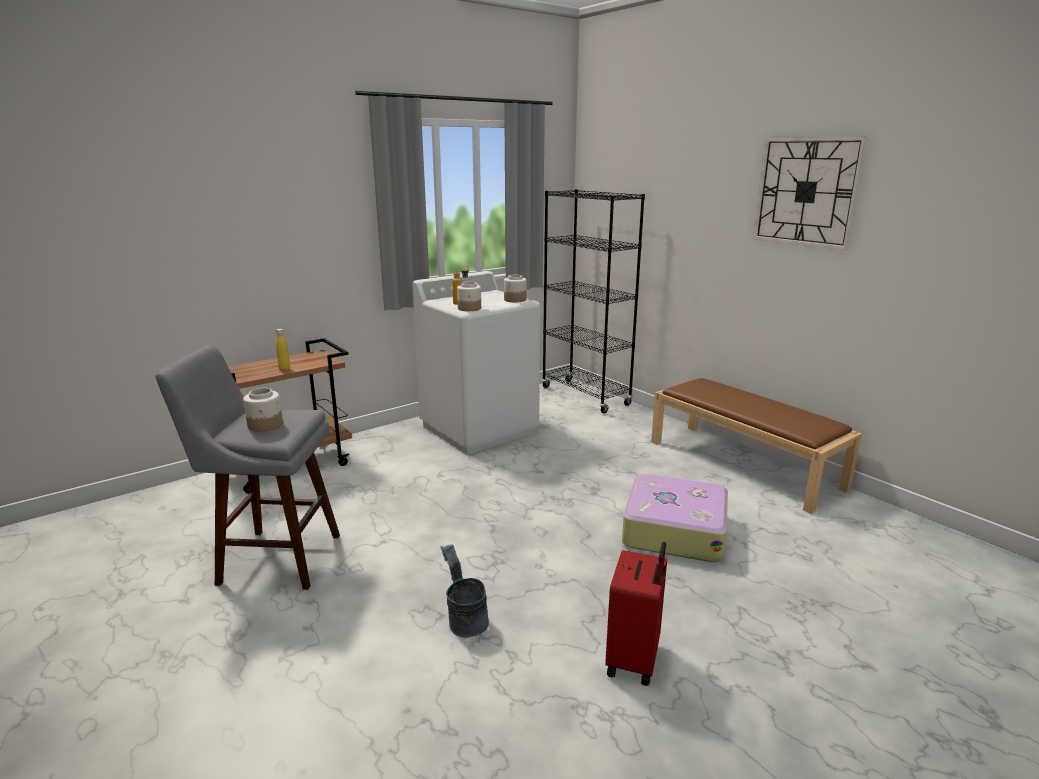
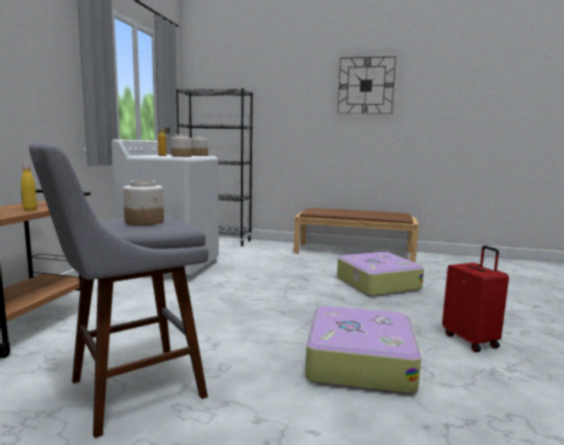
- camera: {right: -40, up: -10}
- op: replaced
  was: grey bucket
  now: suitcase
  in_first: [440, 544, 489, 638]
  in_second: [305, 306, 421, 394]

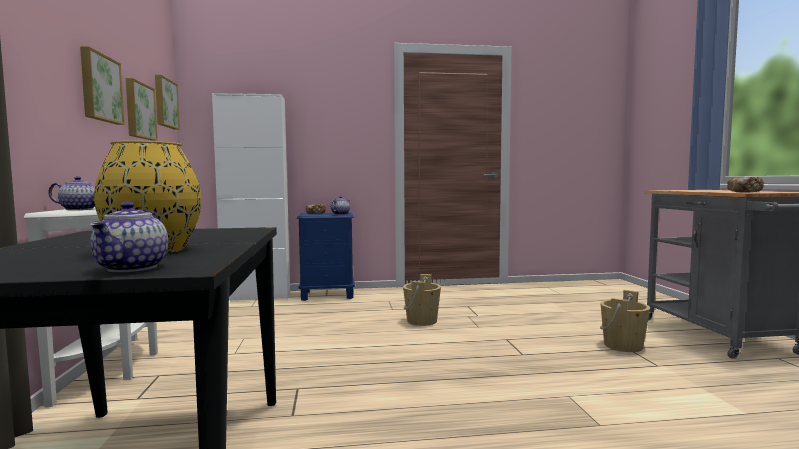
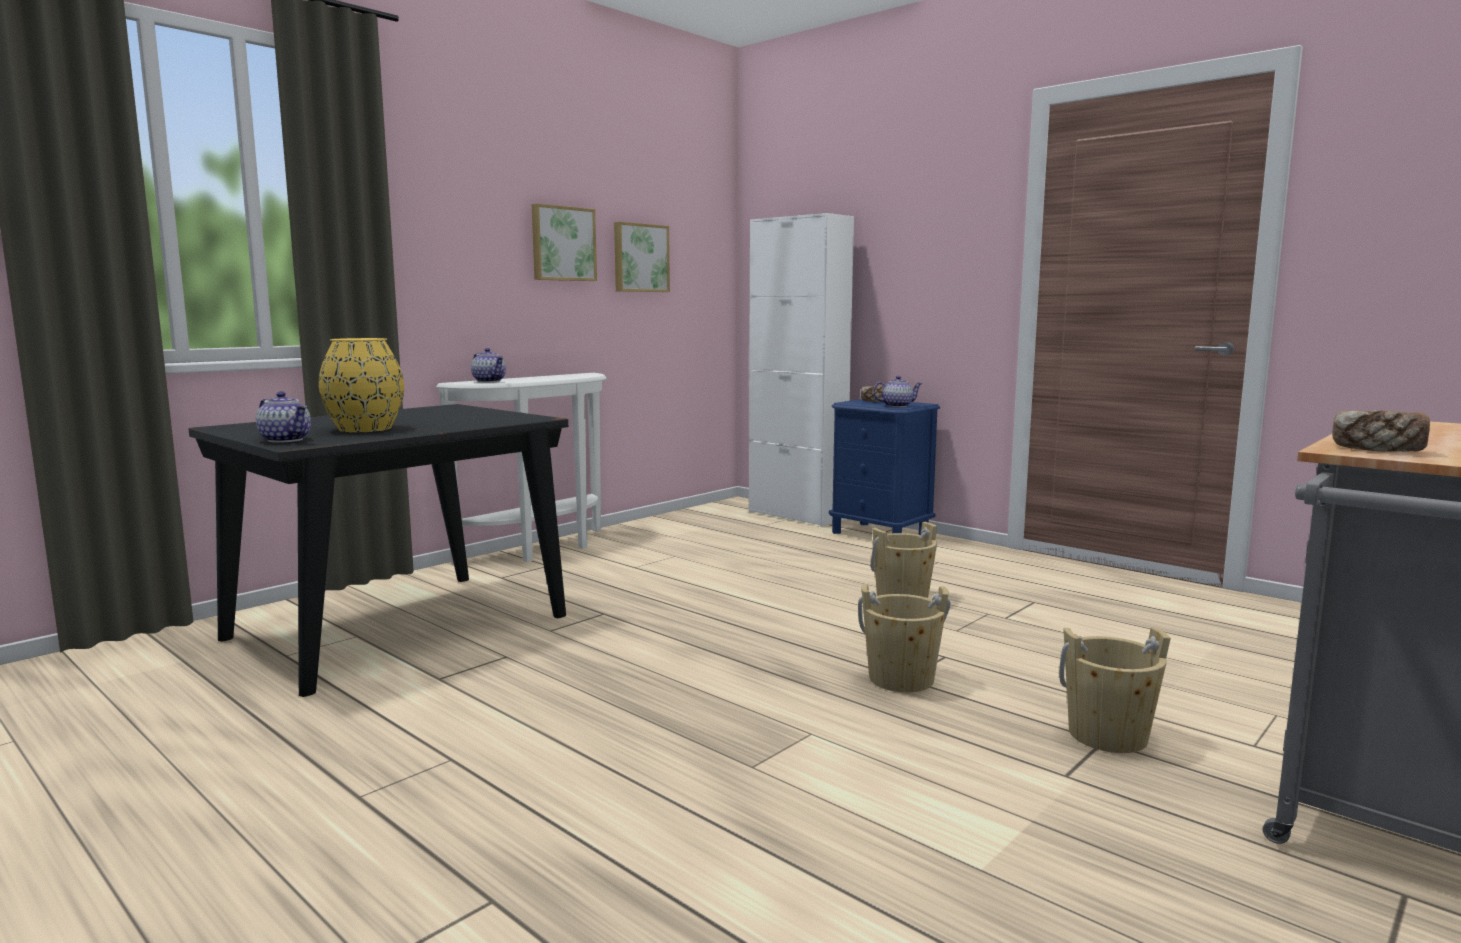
- camera: {right: 50, up: 5}
- op: removed
  was: picture
  in_first: [155, 75, 180, 130]
- op: added
  now: beige bucket
  in_second: [858, 584, 951, 692]
- op: turned
  was: teapot
  in_first: [90, 202, 168, 272]
  in_second: [256, 392, 311, 443]
  clockwise: -105

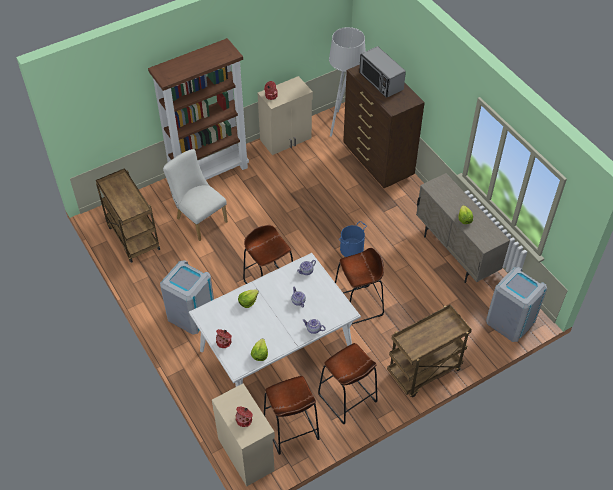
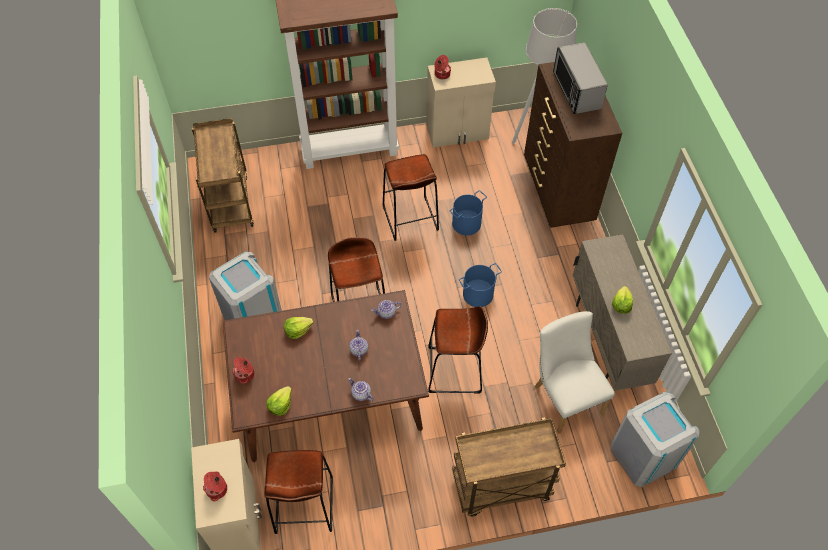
- camera: {right: 20, up: 5}
- op: added
  now: blue bucket
  in_second: [450, 190, 487, 235]
- op: moved
  was: white chair
  in_first: [163, 149, 228, 241]
  in_second: [534, 311, 615, 434]
- op: moved
  was: brown stool
  in_first: [318, 343, 378, 424]
  in_second: [383, 154, 439, 241]
- op: recoloured
  was: white dining table
  now: brown dining table
  in_first: [189, 253, 361, 387]
  in_second: [223, 290, 429, 462]

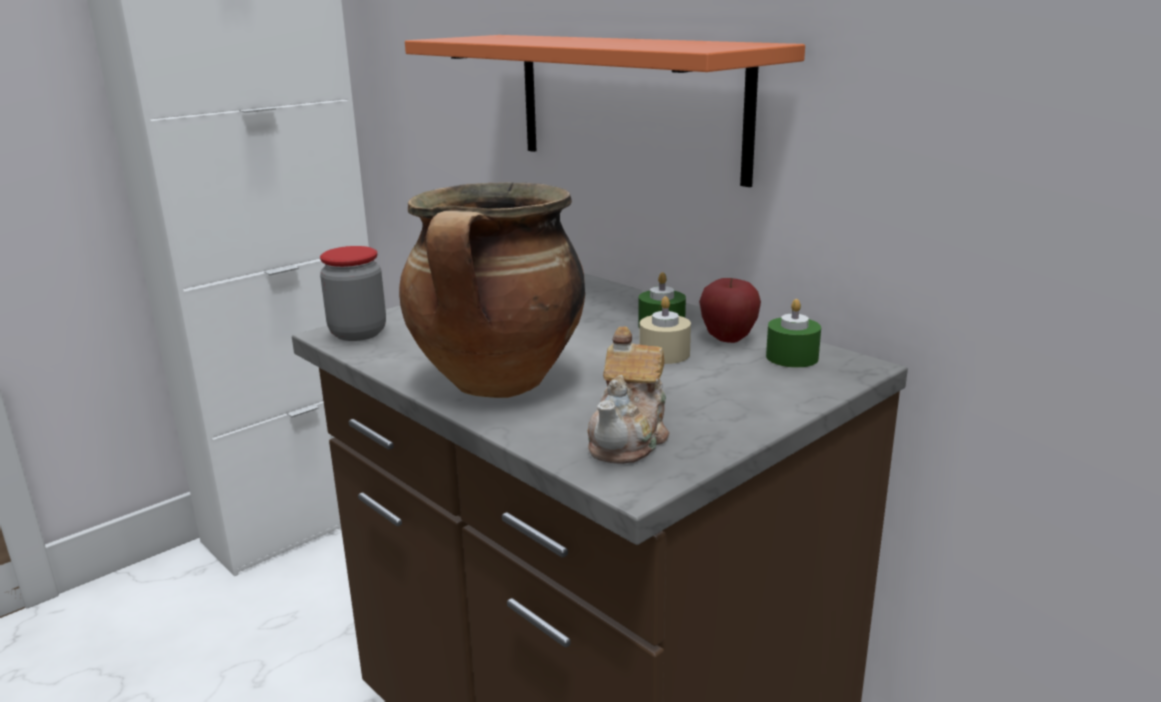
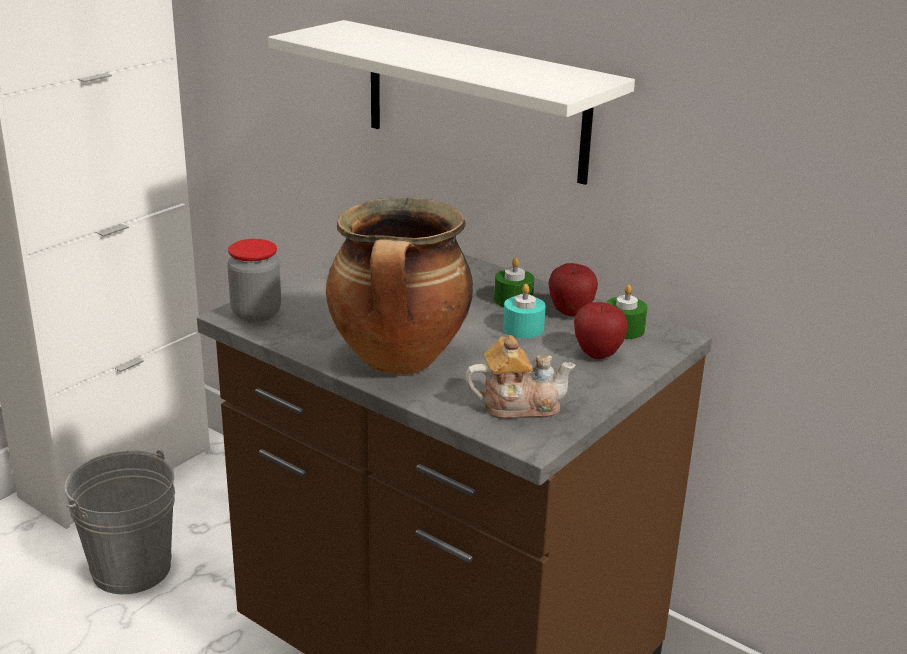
- camera: {right: -10, up: 5}
- op: added
  now: grey bucket
  in_second: [64, 450, 175, 594]
- op: added
  now: apple
  in_second: [574, 302, 628, 359]
- op: recoloured
  was: orange shelf
  now: white shelf
  in_first: [405, 35, 805, 187]
  in_second: [268, 20, 635, 185]
- op: recoloured
  was: beige candle
  now: turquoise candle
  in_first: [639, 296, 691, 364]
  in_second: [503, 284, 546, 338]
- op: turned
  was: teapot
  in_first: [588, 327, 670, 464]
  in_second: [465, 335, 576, 419]
  clockwise: -105

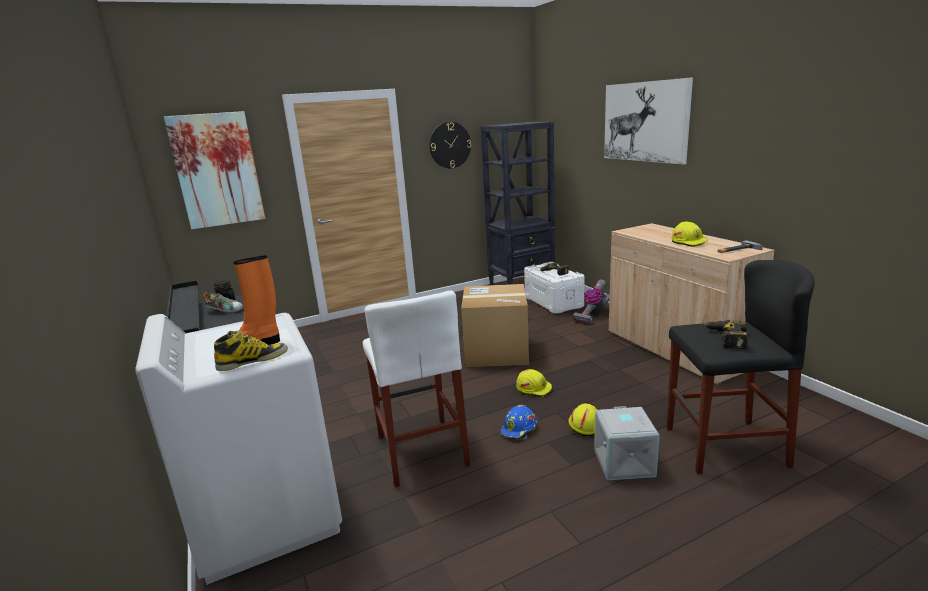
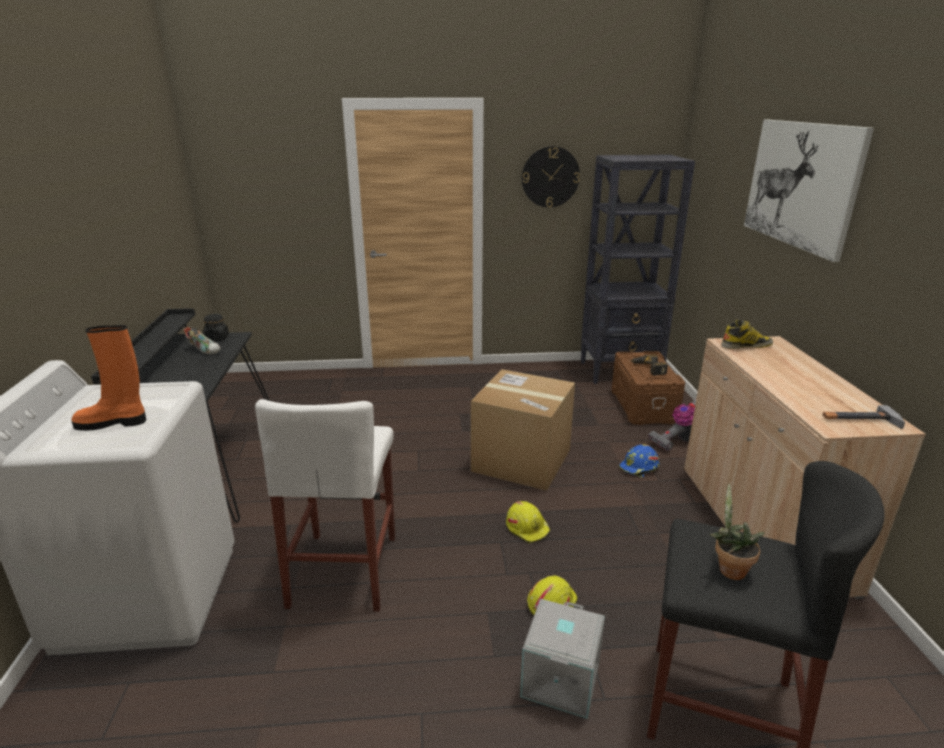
- camera: {right: 20, up: 5}
- op: removed
  was: picture
  in_first: [164, 111, 265, 229]
- op: removed
  was: yellow hard hat
  in_first: [671, 222, 708, 247]
- op: moved
  was: boot
  in_first: [214, 331, 288, 371]
  in_second: [721, 320, 773, 349]
- op: moved
  was: blue hard hat
  in_first: [500, 405, 537, 440]
  in_second: [619, 445, 659, 478]
- op: replaced
  was: power drill
  now: potted plant
  in_first: [703, 320, 749, 349]
  in_second: [710, 483, 765, 580]
- op: recoloured
  was: white storage box
  now: brown storage box
  in_first: [524, 262, 585, 314]
  in_second: [612, 351, 685, 425]

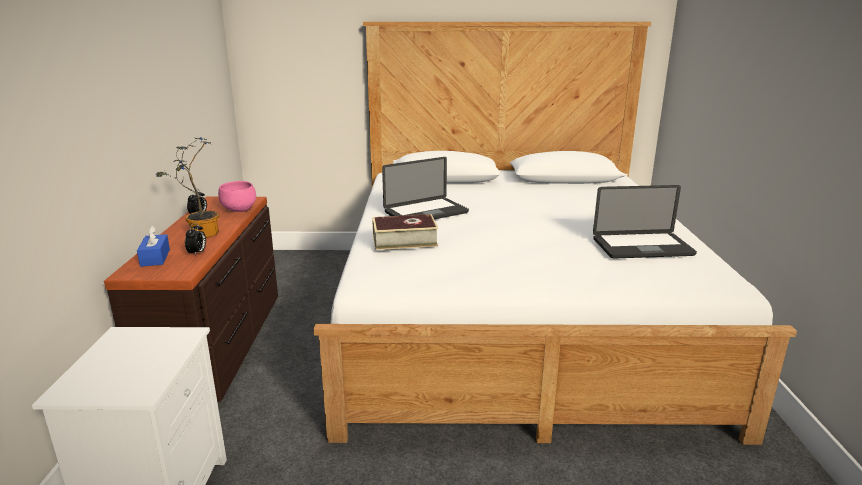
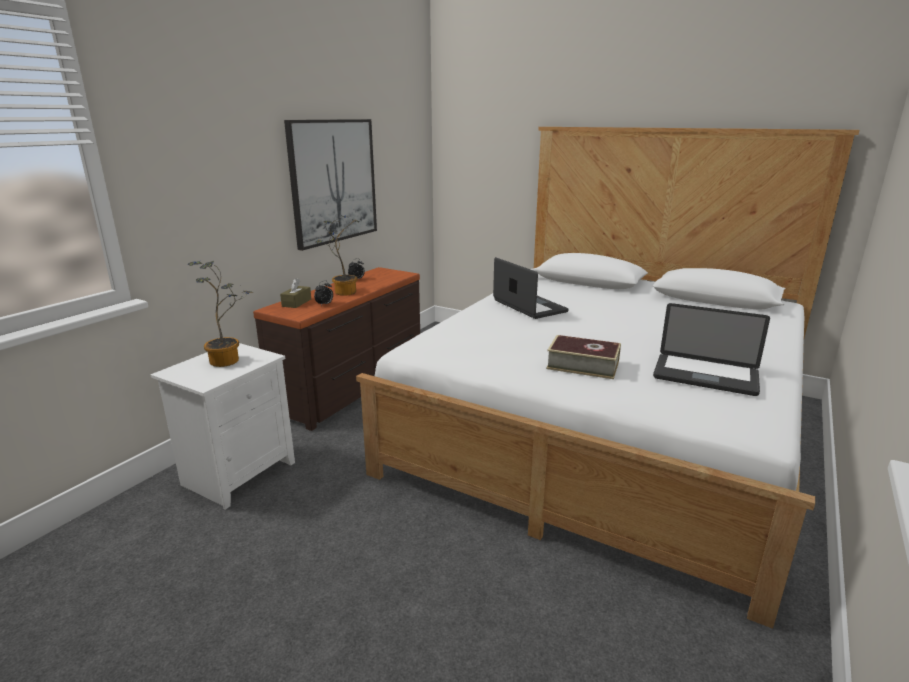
- camera: {right: 30, up: 0}
- op: removed
  was: pink bowl
  in_first: [218, 181, 256, 212]
- op: added
  now: potted plant
  in_second: [188, 261, 254, 367]
- op: added
  now: picture
  in_second: [284, 119, 377, 251]
- op: moved
  was: book
  in_first: [372, 214, 438, 250]
  in_second: [546, 335, 621, 379]
- op: recoloured
  was: blue tissue box
  now: brown tissue box
  in_first: [137, 226, 170, 267]
  in_second: [280, 278, 311, 308]
- op: turned
  was: laptop
  in_first: [382, 157, 469, 219]
  in_second: [493, 257, 569, 319]
  clockwise: -120

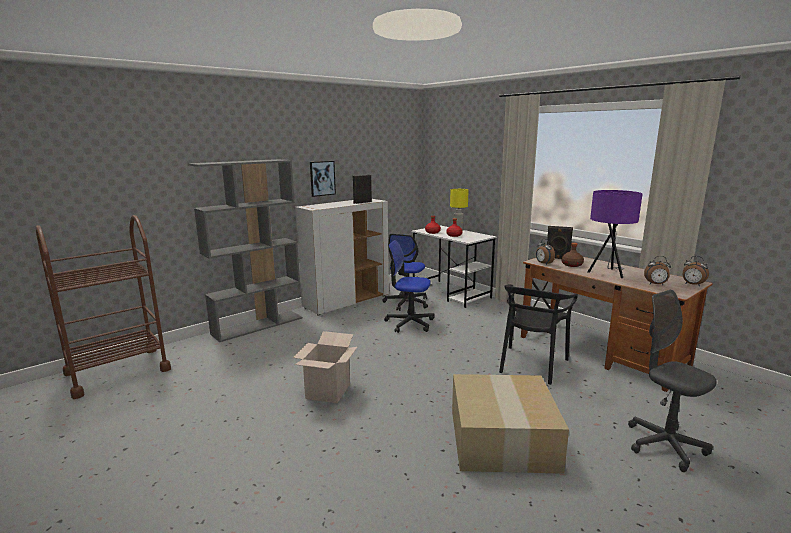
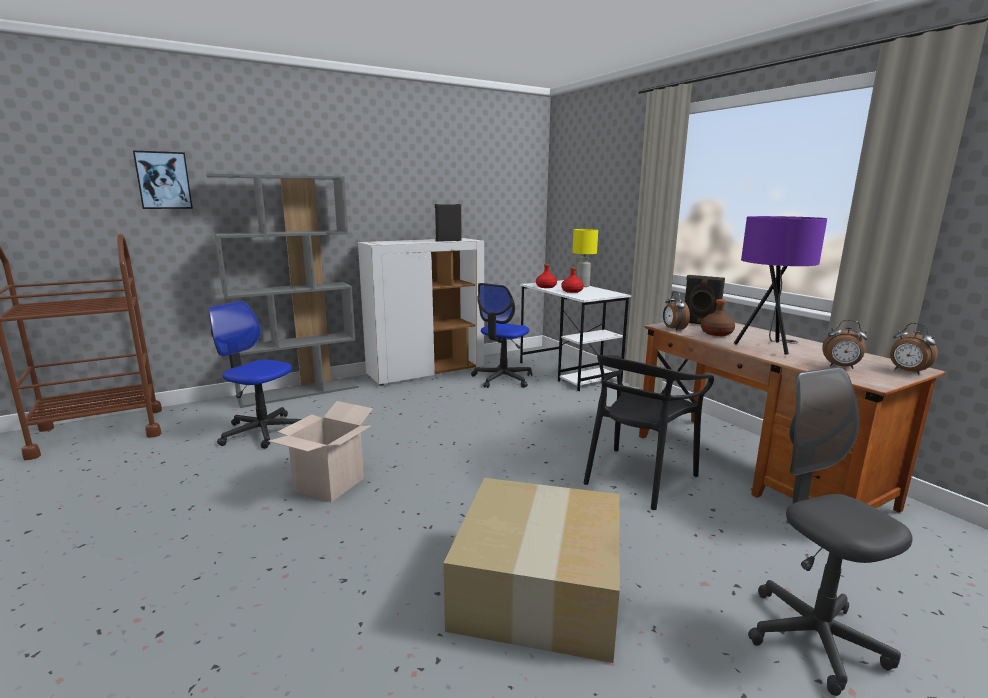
- camera: {right: 10, up: 0}
- op: moved
  was: picture
  in_first: [310, 161, 336, 197]
  in_second: [133, 150, 193, 209]
- op: moved
  was: office chair
  in_first: [384, 240, 435, 333]
  in_second: [208, 301, 301, 449]

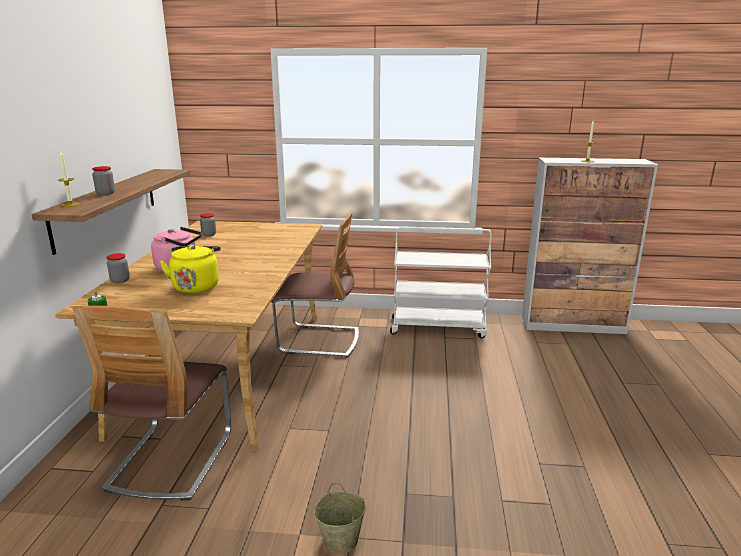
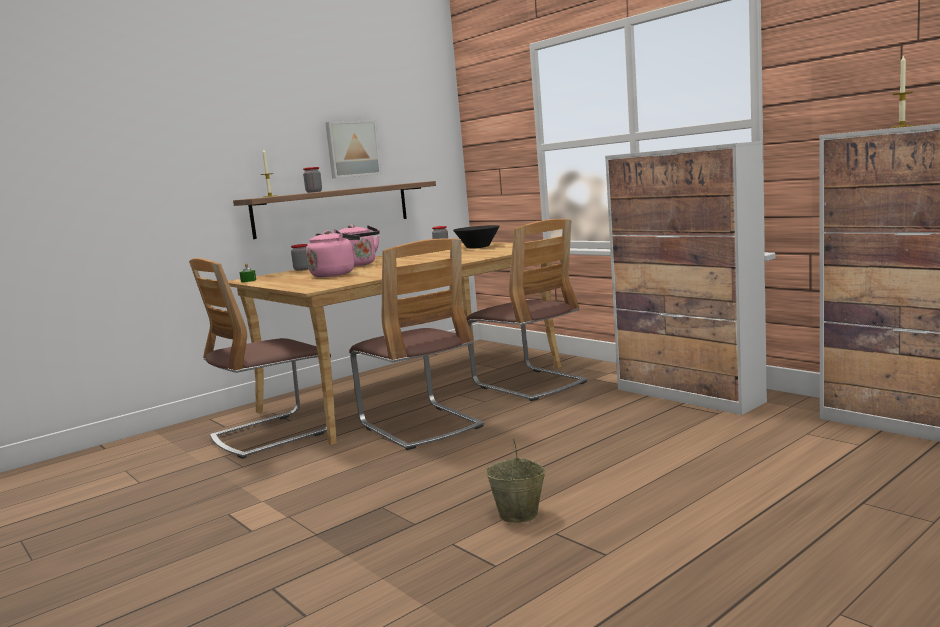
- camera: {right: 45, up: -10}
- op: added
  now: picture
  in_second: [325, 120, 382, 178]
- op: added
  now: chair
  in_second: [349, 238, 485, 450]
- op: added
  now: black bowl
  in_second: [453, 225, 500, 249]
- op: moved
  was: beige bucket
  in_first: [314, 483, 366, 554]
  in_second: [485, 438, 546, 523]
- op: replaced
  was: white cart
  now: cabinet
  in_first: [390, 227, 492, 338]
  in_second: [605, 141, 767, 415]
- op: recoloured
  was: yellow kettle
  now: pink kettle
  in_first: [159, 245, 221, 294]
  in_second: [306, 231, 360, 277]

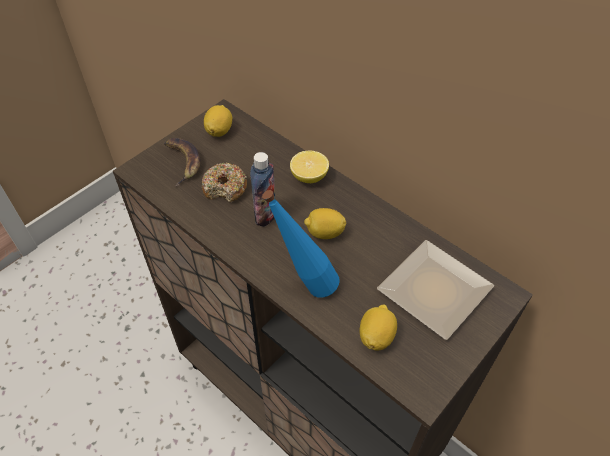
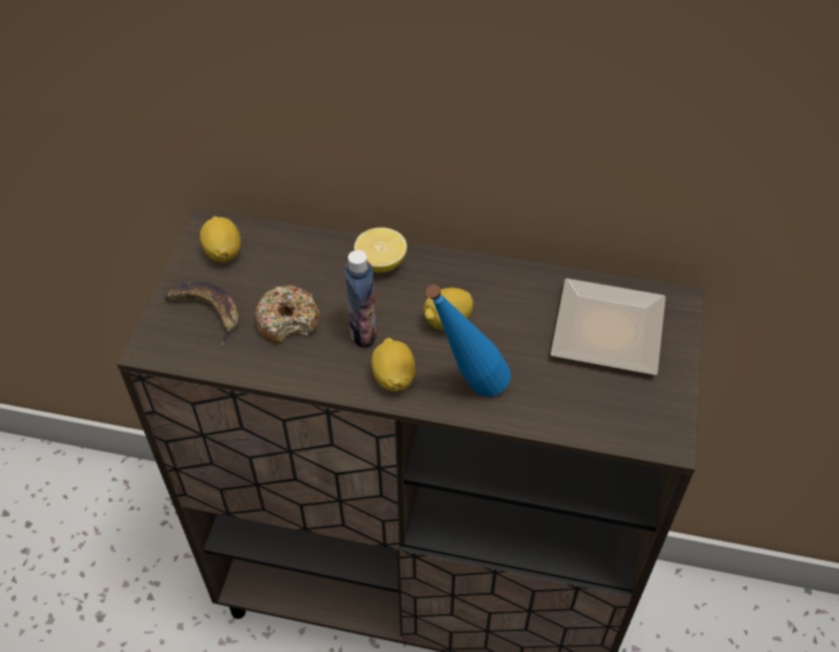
- camera: {right: -30, up: 0}
- op: moved
  was: lemon
  in_first: [360, 305, 397, 351]
  in_second: [371, 338, 415, 391]

